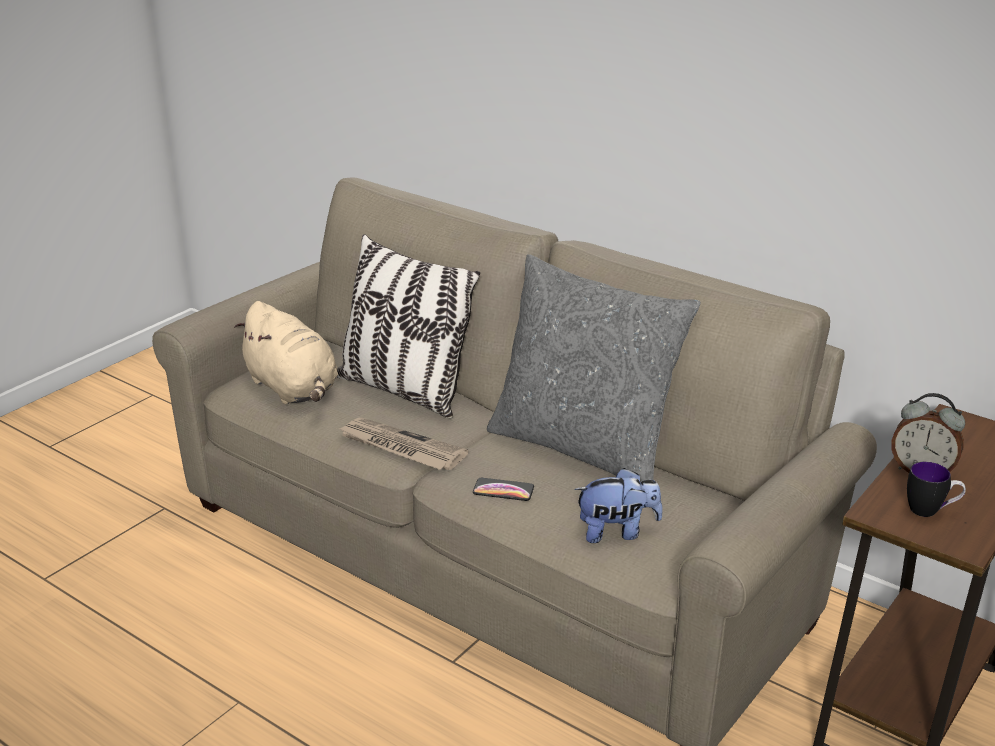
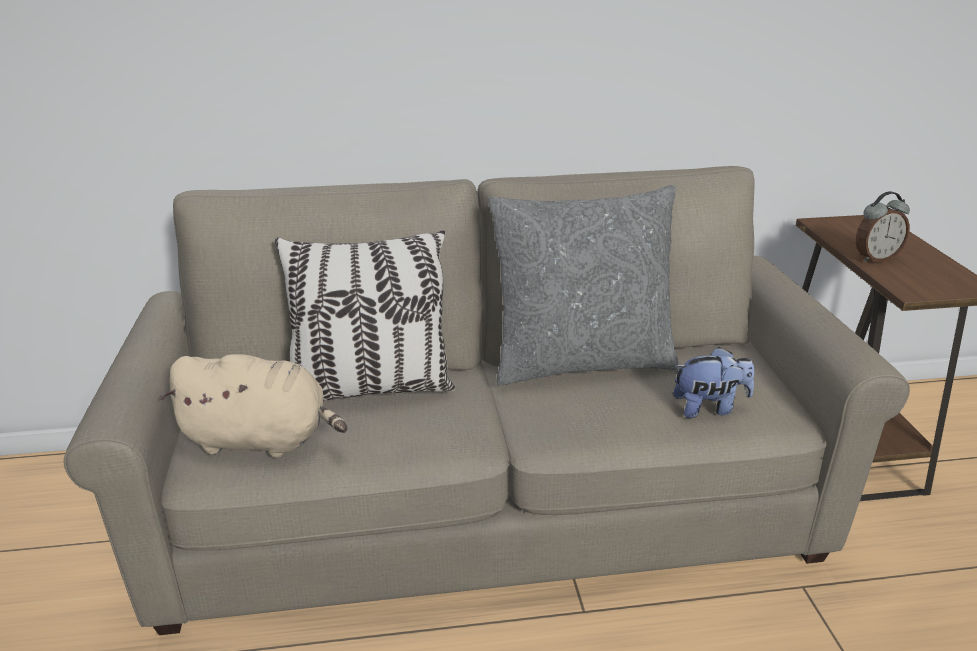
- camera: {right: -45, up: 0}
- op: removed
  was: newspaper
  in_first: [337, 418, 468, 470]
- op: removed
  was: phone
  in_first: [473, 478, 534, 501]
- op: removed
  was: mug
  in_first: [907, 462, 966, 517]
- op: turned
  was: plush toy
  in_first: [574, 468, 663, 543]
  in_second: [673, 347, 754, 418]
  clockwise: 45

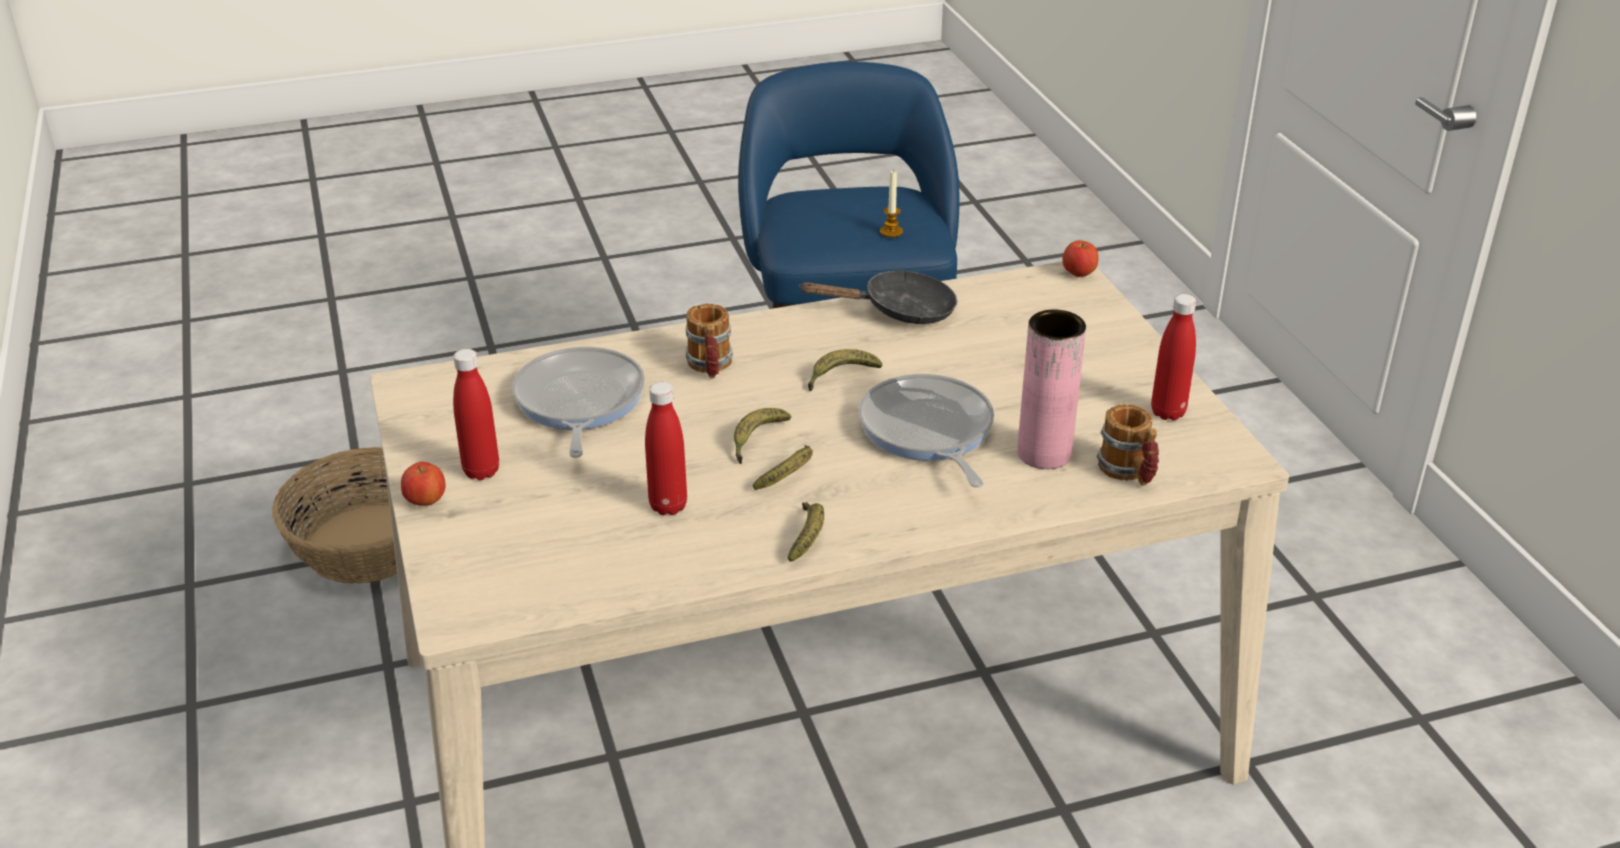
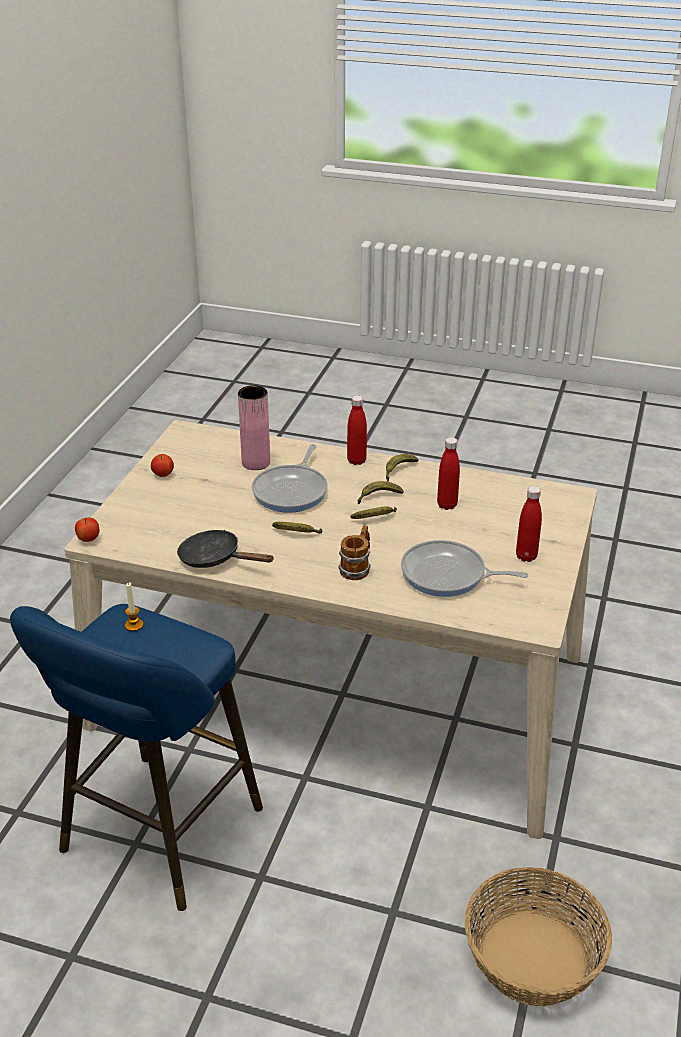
- camera: {right: -145, up: 0}
- op: removed
  was: mug
  in_first: [1096, 404, 1159, 486]
- op: moved
  was: apple
  in_first: [401, 462, 446, 506]
  in_second: [151, 454, 174, 477]
- op: moved
  was: red bottle
  in_first: [1151, 294, 1196, 420]
  in_second: [347, 395, 367, 465]
- op: turned
  was: frying pan
  in_first: [512, 347, 645, 458]
  in_second: [401, 540, 528, 597]
  clockwise: 75

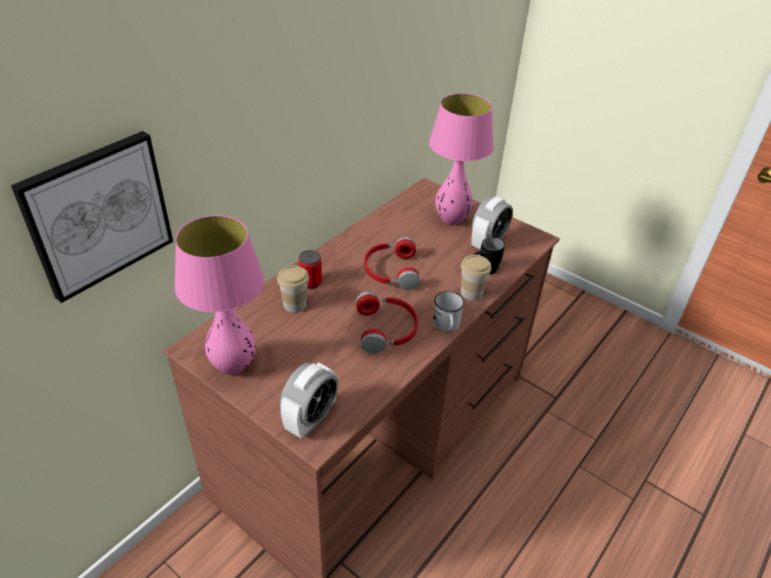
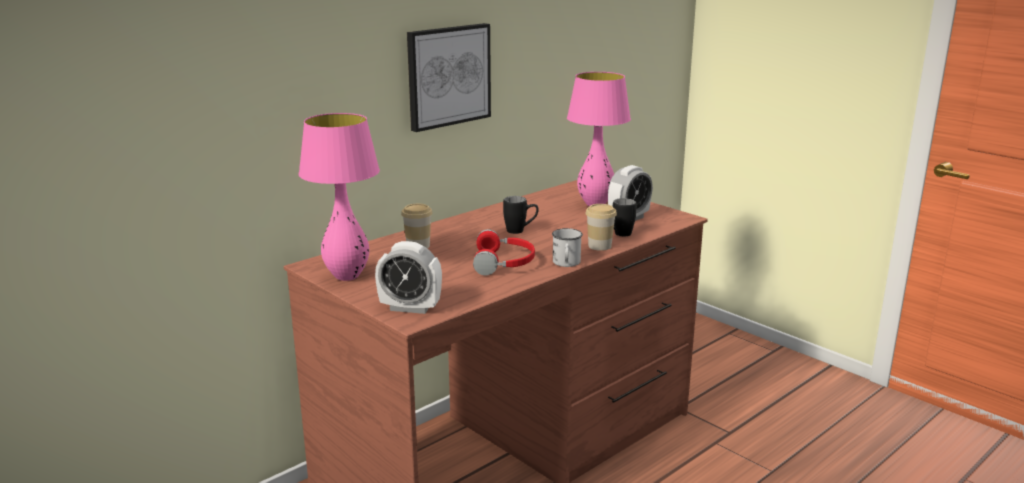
- camera: {right: 10, up: -20}
- op: removed
  was: can
  in_first: [299, 250, 322, 289]
- op: moved
  was: picture
  in_first: [11, 131, 173, 303]
  in_second: [407, 23, 491, 132]
- op: replaced
  was: red headphones
  now: black mug
  in_first: [364, 237, 420, 290]
  in_second: [503, 196, 539, 234]
- op: turned
  was: alarm clock
  in_first: [280, 363, 338, 438]
  in_second: [375, 241, 442, 314]
  clockwise: 60

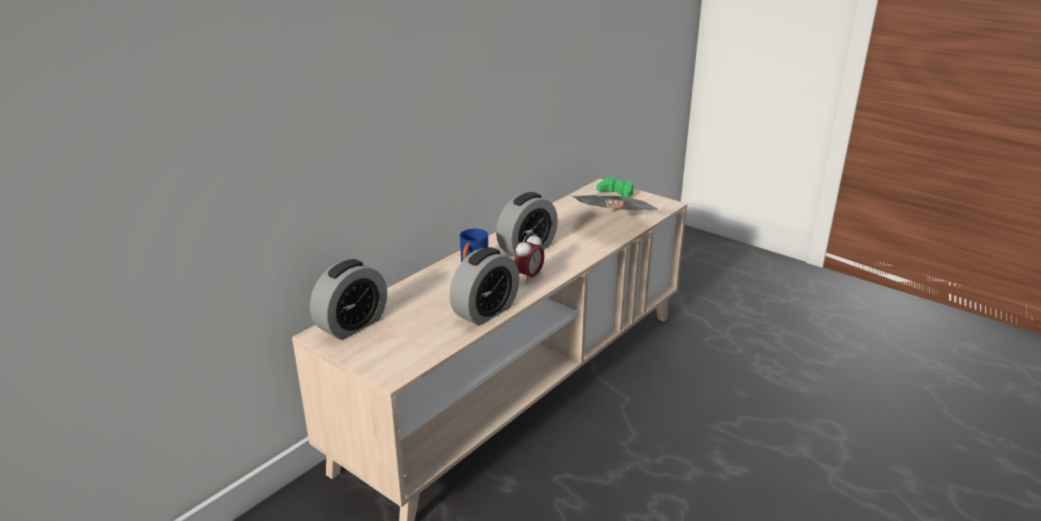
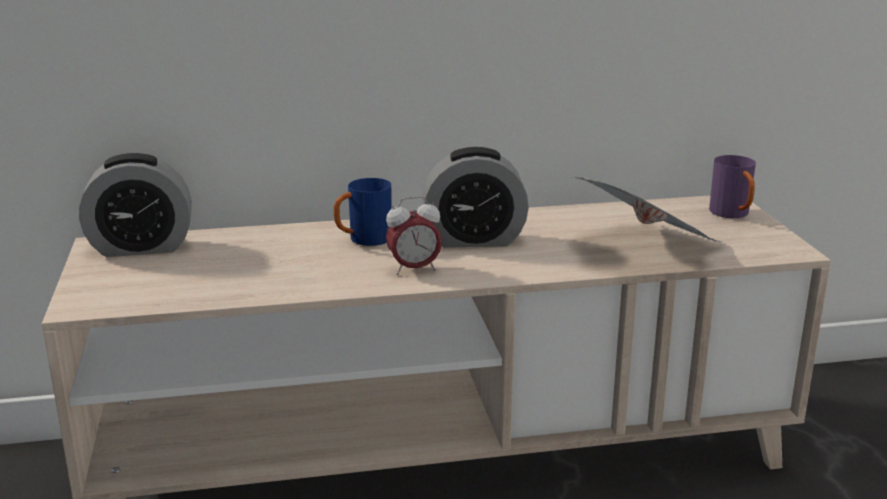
- camera: {right: 40, up: -5}
- op: removed
  was: alarm clock
  in_first: [450, 247, 519, 326]
- op: replaced
  was: green game controller
  now: purple mug
  in_first: [597, 177, 634, 198]
  in_second: [709, 155, 756, 218]

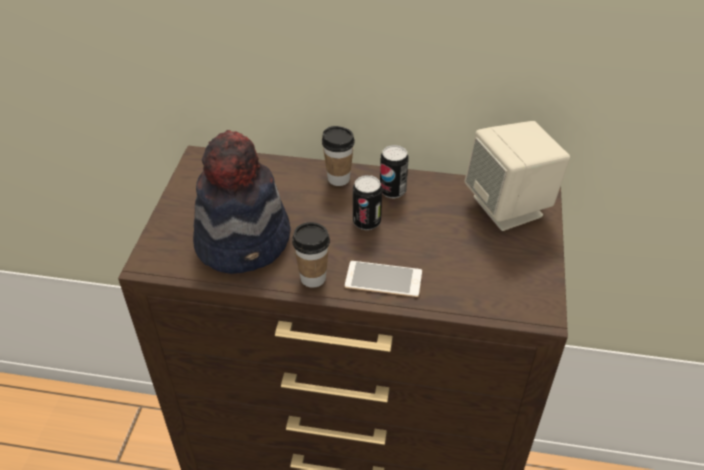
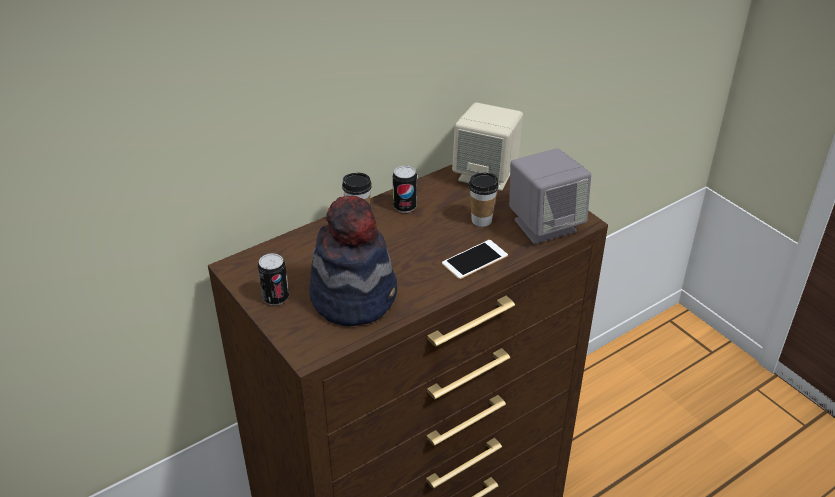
- camera: {right: -45, up: -5}
- op: added
  now: grey speaker
  in_second: [509, 148, 591, 244]
- op: moved
  was: cup
  in_first: [292, 222, 330, 288]
  in_second: [469, 173, 499, 227]
- op: moved
  was: can
  in_first: [353, 175, 382, 230]
  in_second: [258, 253, 289, 305]

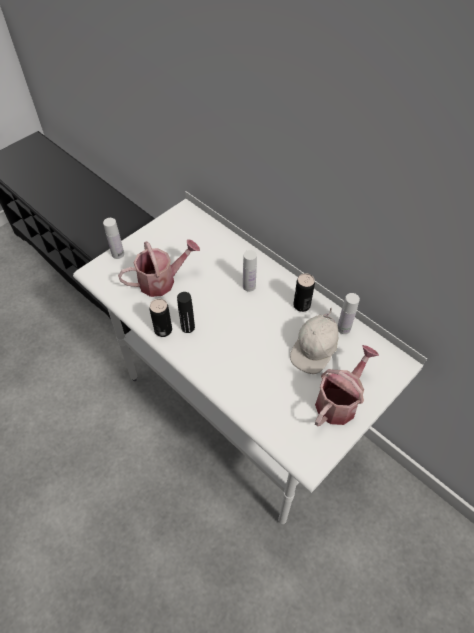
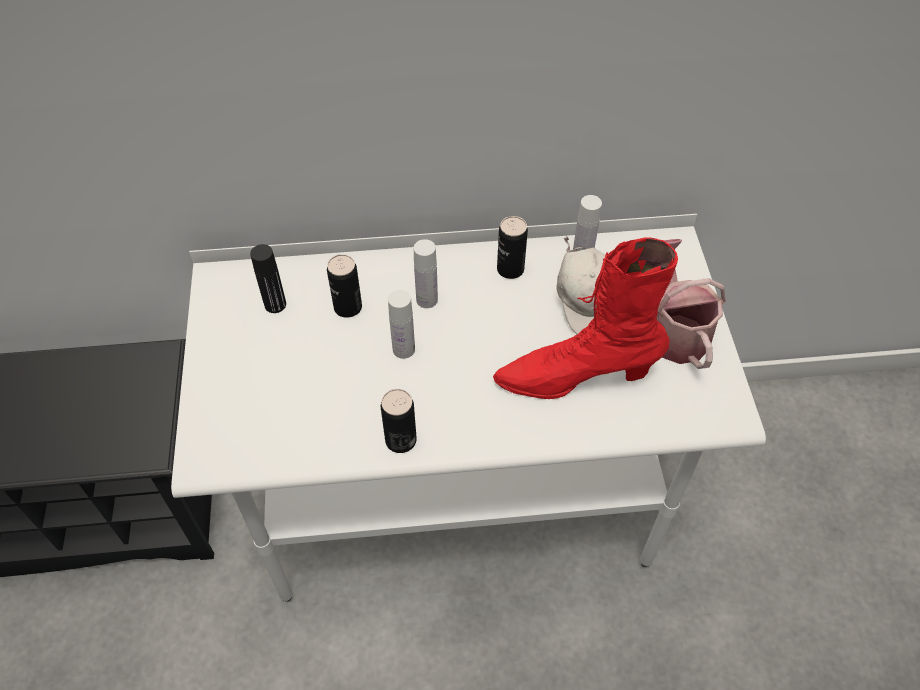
- camera: {right: -50, up: 0}
- op: removed
  was: watering can
  in_first: [118, 240, 200, 297]
- op: added
  now: can
  in_second: [327, 254, 362, 318]
- op: added
  now: red boot
  in_second: [493, 237, 678, 399]
- op: moved
  was: white bottle
  in_first: [103, 218, 124, 259]
  in_second: [388, 290, 415, 359]
- op: moved
  was: black bottle
  in_first: [177, 292, 195, 333]
  in_second: [250, 244, 286, 313]

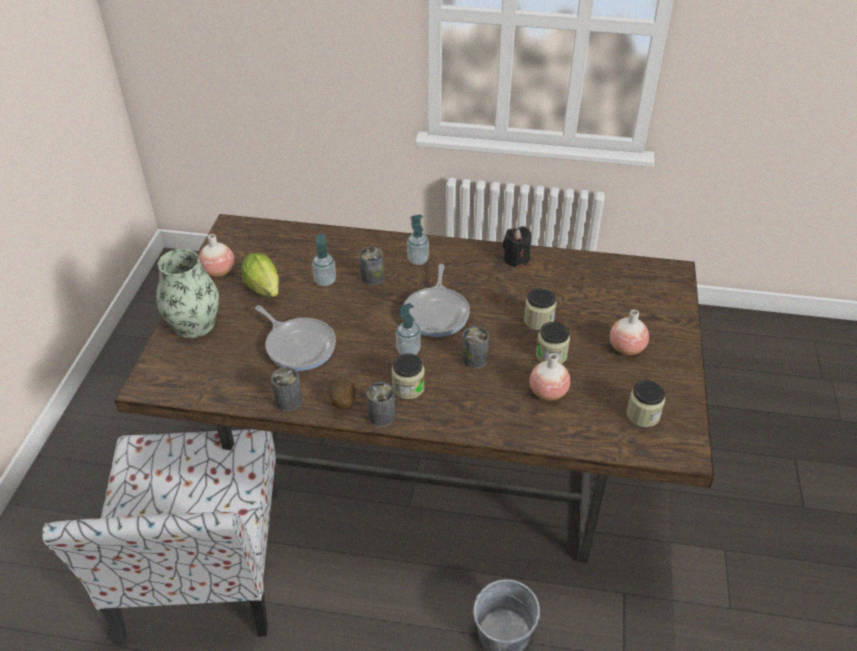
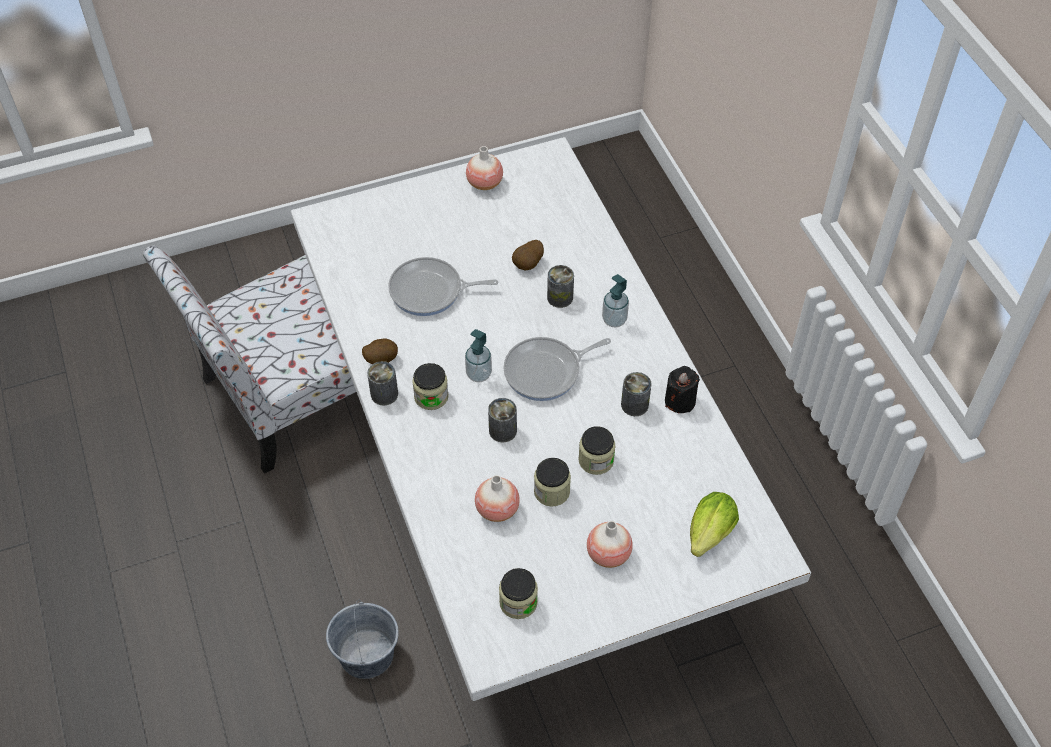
- camera: {right: 60, up: 10}
- op: removed
  was: vase
  in_first: [156, 249, 219, 338]
- op: moved
  was: lettuce
  in_first: [241, 253, 279, 297]
  in_second: [690, 492, 739, 557]
- op: moved
  was: can
  in_first: [271, 367, 302, 411]
  in_second: [621, 372, 652, 416]
- op: replaced
  was: soap dispenser
  now: potato
  in_first: [312, 234, 336, 286]
  in_second: [512, 240, 544, 271]
- op: recoloured
  was: brown dining table
  now: white dining table
  in_first: [115, 214, 714, 563]
  in_second: [291, 137, 811, 701]
- op: turned
  was: frying pan
  in_first: [255, 306, 336, 371]
  in_second: [388, 257, 498, 316]
  clockwise: 75

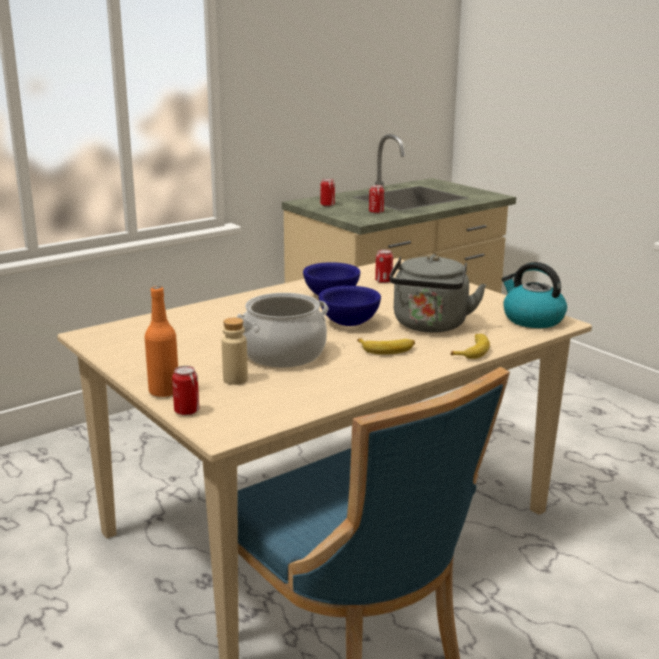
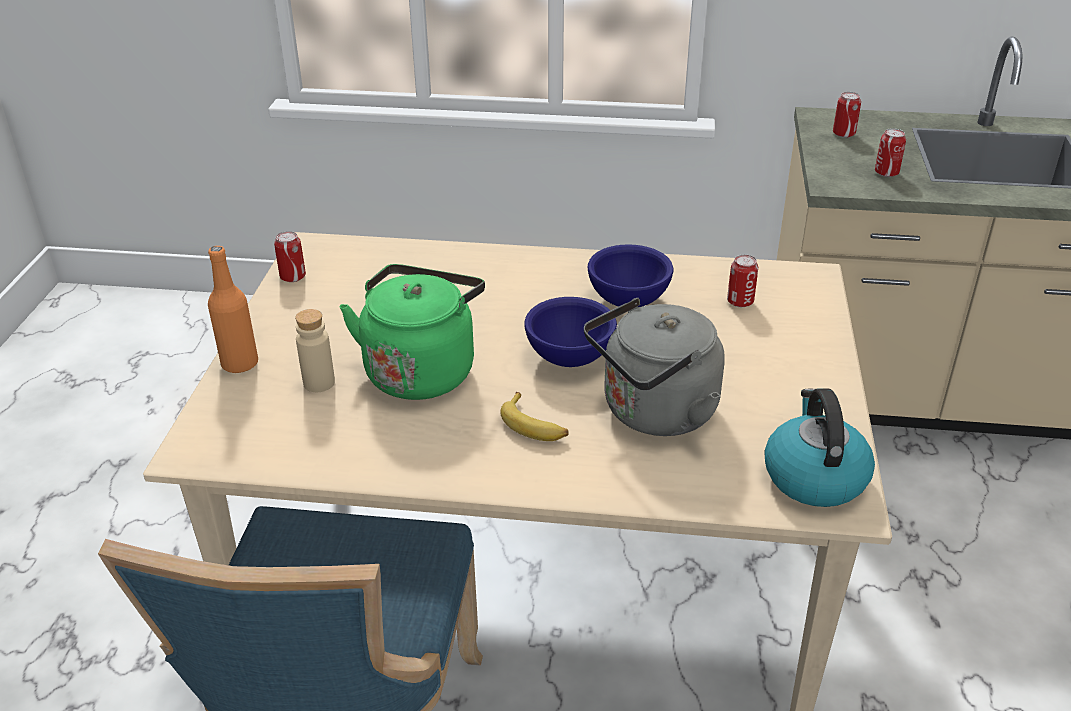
- camera: {right: 45, up: 15}
- op: removed
  was: banana
  in_first: [451, 334, 490, 359]
- op: moved
  was: can
  in_first: [172, 366, 199, 416]
  in_second: [274, 231, 306, 282]
- op: replaced
  was: cooking pot
  now: green kettle
  in_first: [237, 293, 329, 367]
  in_second: [340, 264, 485, 400]

